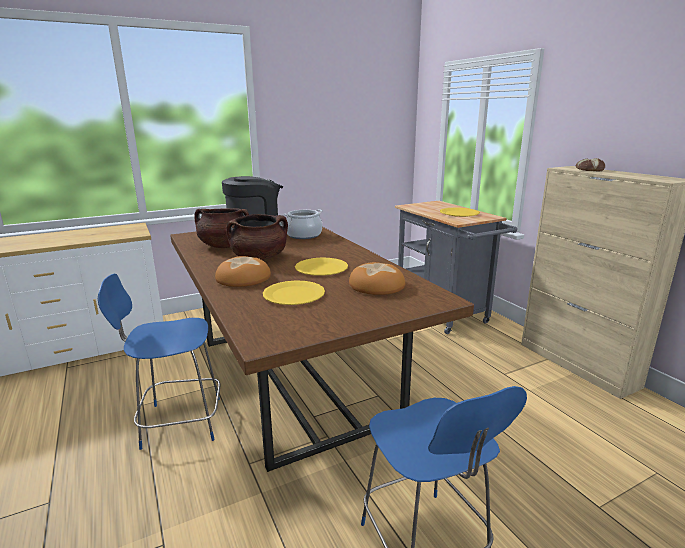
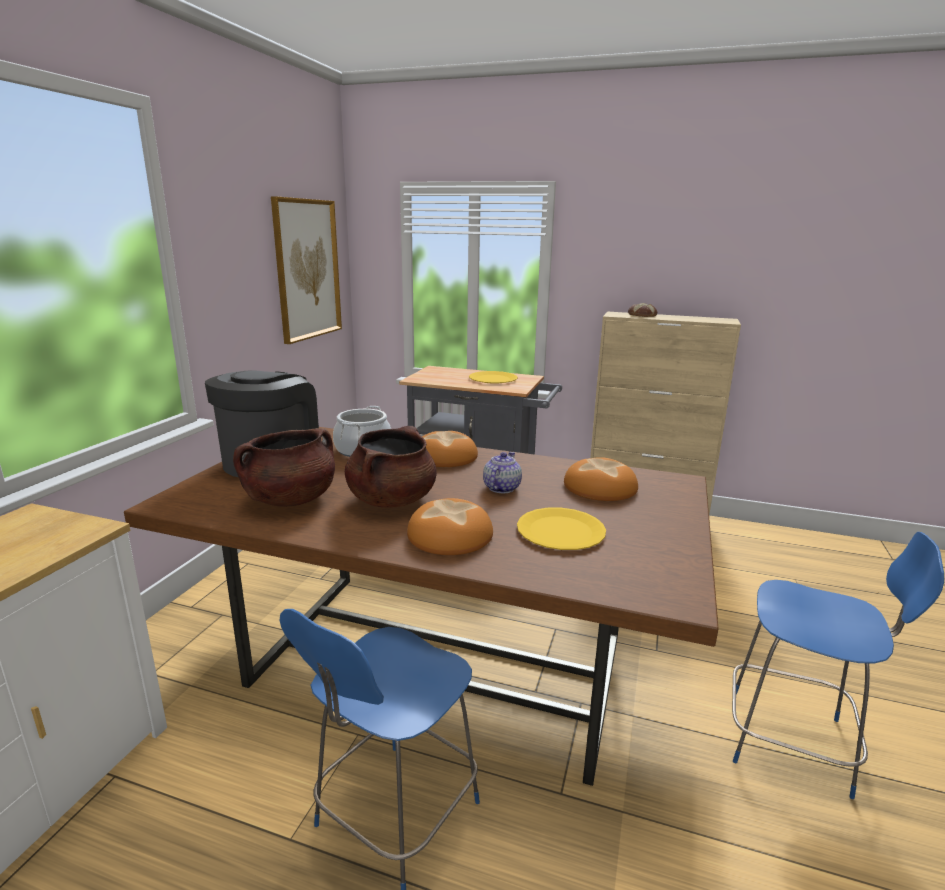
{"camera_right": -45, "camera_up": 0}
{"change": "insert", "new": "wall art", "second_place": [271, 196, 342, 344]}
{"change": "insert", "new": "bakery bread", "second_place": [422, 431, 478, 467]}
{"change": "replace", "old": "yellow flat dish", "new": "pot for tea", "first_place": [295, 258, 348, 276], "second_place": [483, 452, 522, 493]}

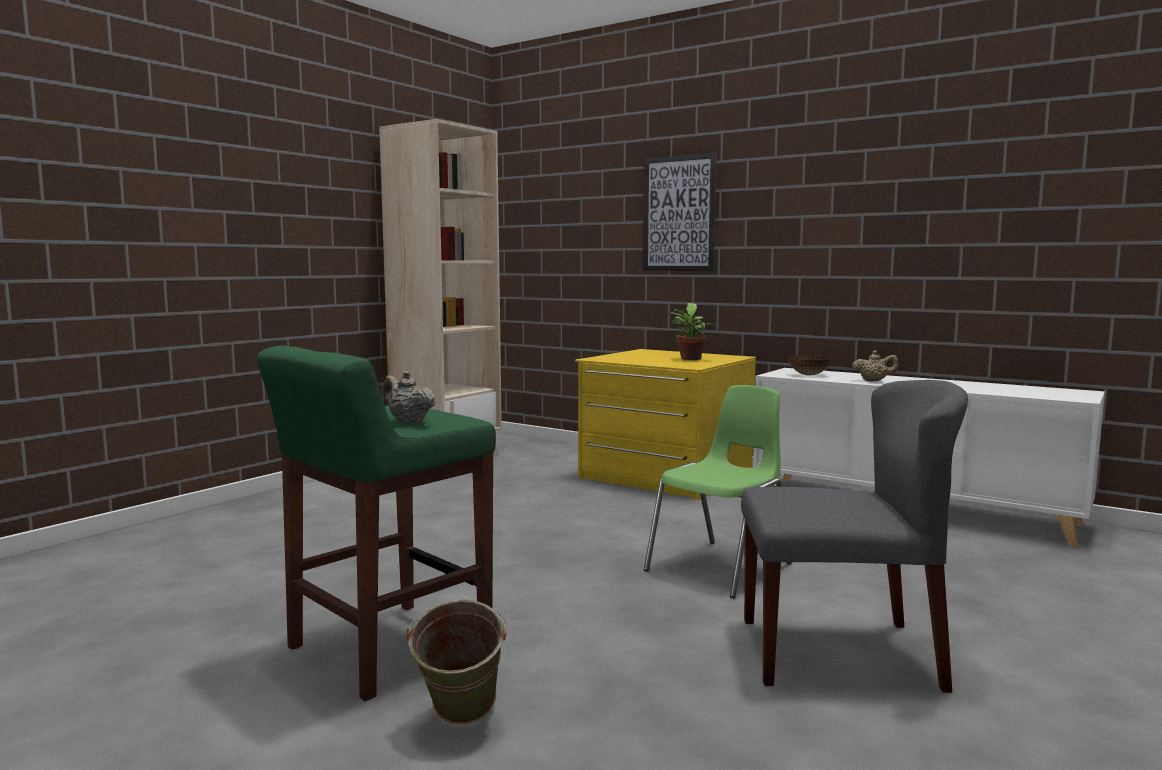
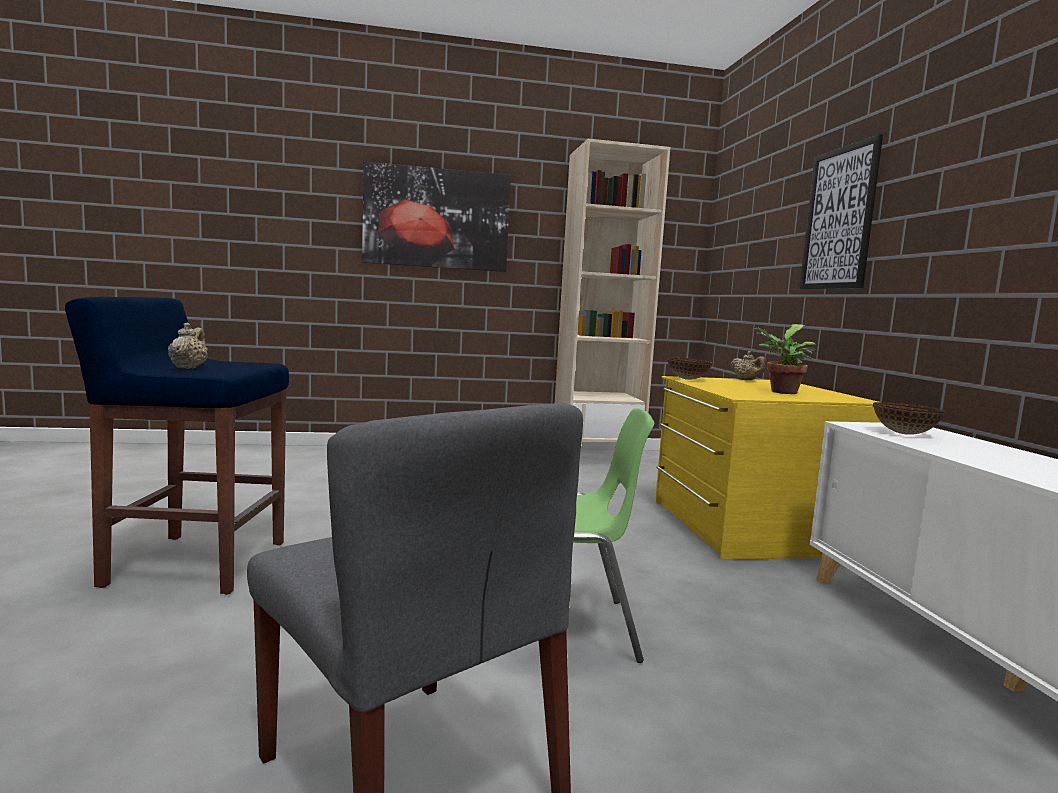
{"camera_right": 45, "camera_up": 0}
{"change": "recolor", "old": "greenish sitting stool", "new": "blue sitting stool", "first_place": [257, 346, 496, 701], "second_place": [65, 297, 289, 595]}
{"change": "insert", "new": "wall art", "second_place": [362, 162, 511, 272]}
{"change": "insert", "new": "bowl", "second_place": [668, 357, 712, 380]}
{"change": "move", "old": "sand-coloured pot for tea", "first_place": [852, 350, 899, 381], "second_place": [730, 351, 766, 380]}
{"change": "delete", "old": "greenish water bucket", "first_place": [406, 599, 508, 724]}

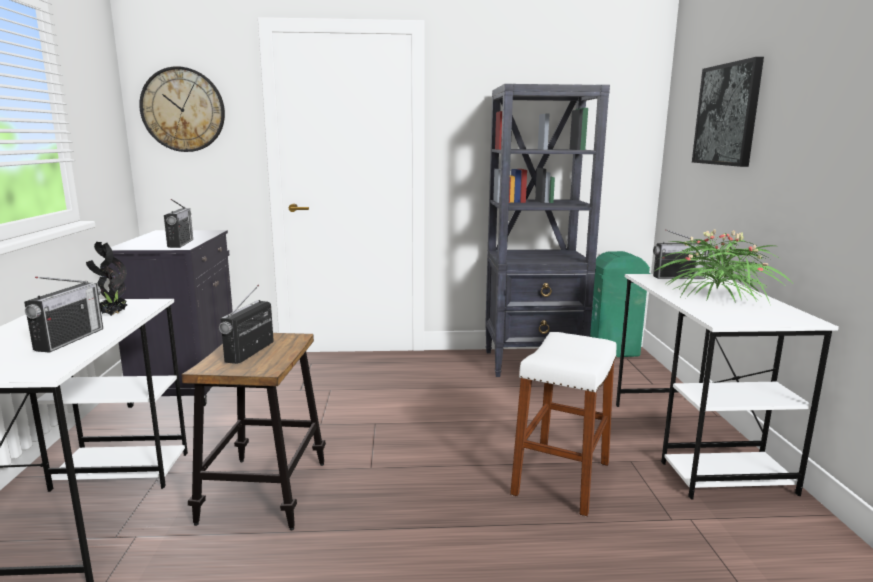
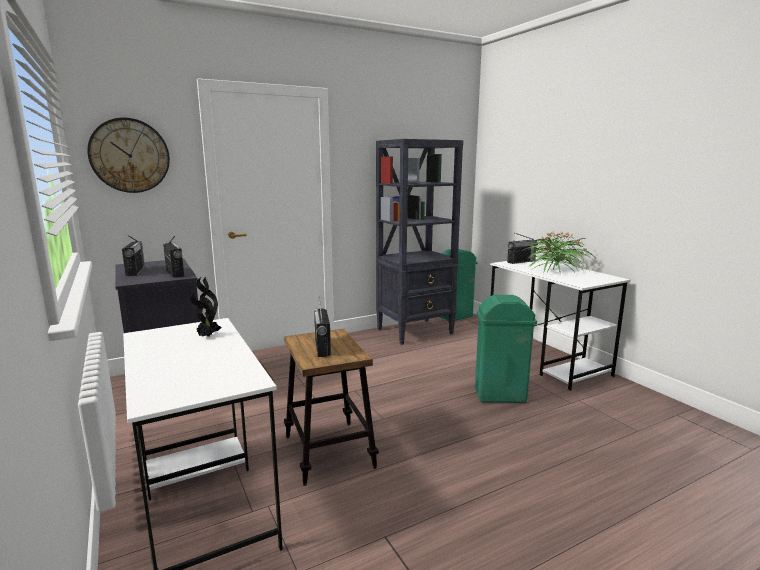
{"camera_right": -25, "camera_up": 0}
{"change": "move", "old": "radio", "first_place": [24, 277, 103, 353], "second_place": [122, 235, 145, 276]}
{"change": "replace", "old": "white sitting stool", "new": "greenish rubbish bin", "first_place": [510, 332, 617, 517], "second_place": [475, 295, 537, 403]}
{"change": "delete", "old": "wall art", "first_place": [692, 57, 764, 167]}

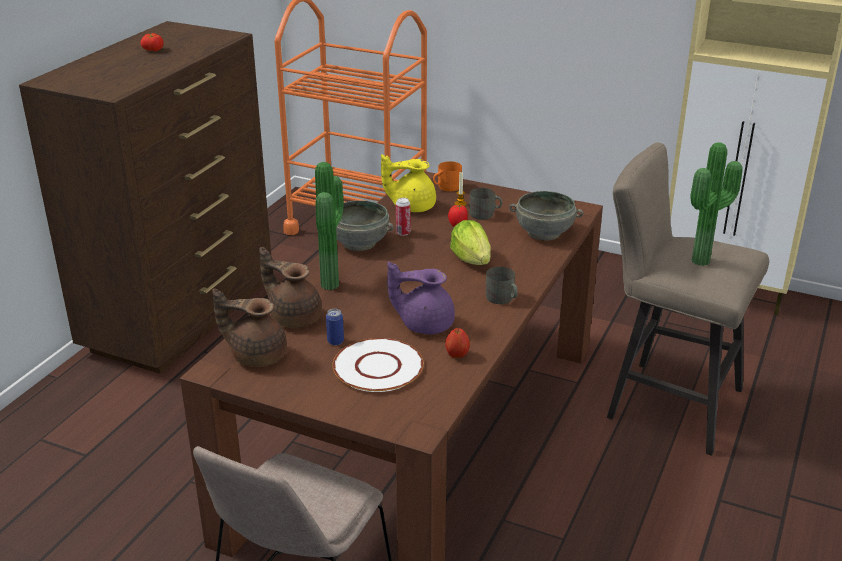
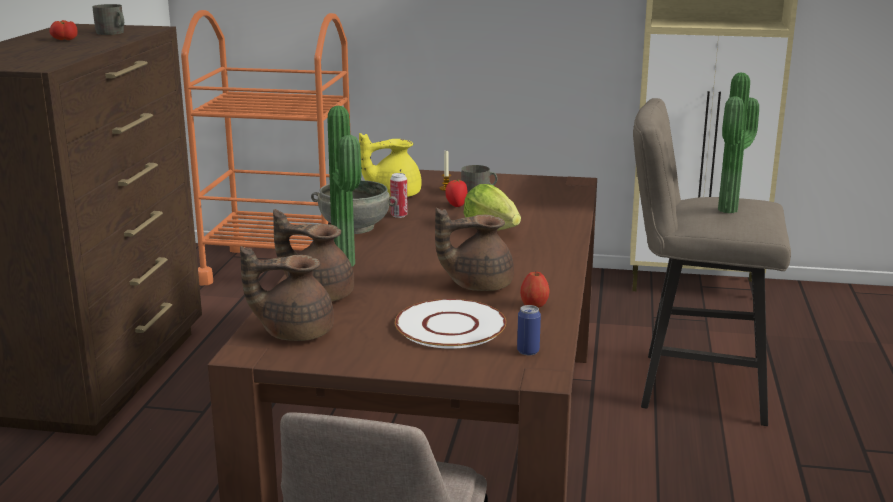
{"camera_right": -15, "camera_up": -10}
{"change": "move", "old": "greyish coffee mug", "first_place": [486, 267, 518, 304], "second_place": [92, 4, 124, 35]}
{"change": "recolor", "old": "purplish pot for tea", "new": "brownish pot for tea", "first_place": [387, 261, 455, 334], "second_place": [435, 208, 514, 291]}
{"change": "move", "old": "metal can", "first_place": [326, 309, 344, 345], "second_place": [517, 305, 541, 355]}
{"change": "delete", "old": "orangey coffee mug", "first_place": [433, 161, 462, 192]}
{"change": "delete", "old": "greyish bowl", "first_place": [509, 191, 583, 240]}

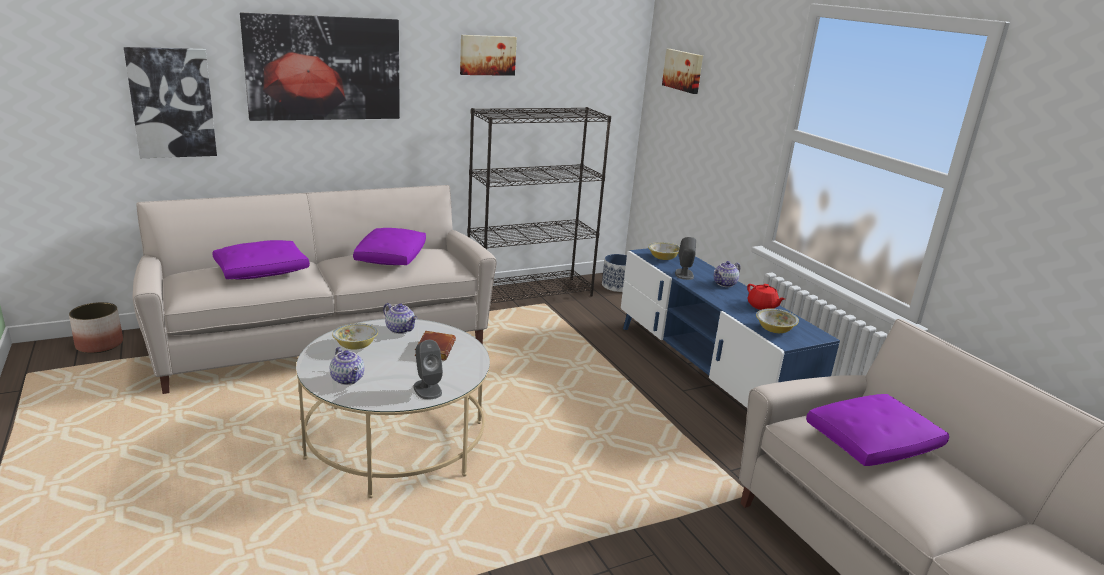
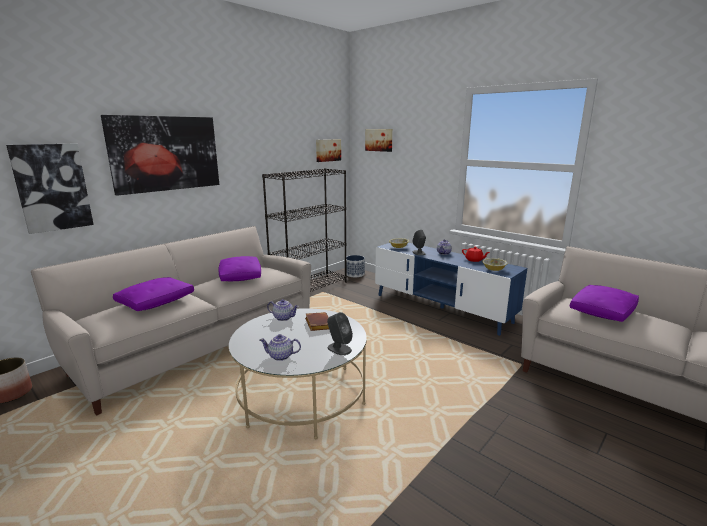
{"camera_right": -20, "camera_up": -5}
{"change": "rotate", "old": "pot for tea", "first_place": [330, 347, 364, 385], "second_place": [260, 334, 301, 361], "degrees": 150}
{"change": "move", "old": "wall art", "first_place": [460, 35, 517, 76], "second_place": [316, 139, 341, 162]}
{"change": "delete", "old": "bowl", "first_place": [332, 323, 378, 350]}

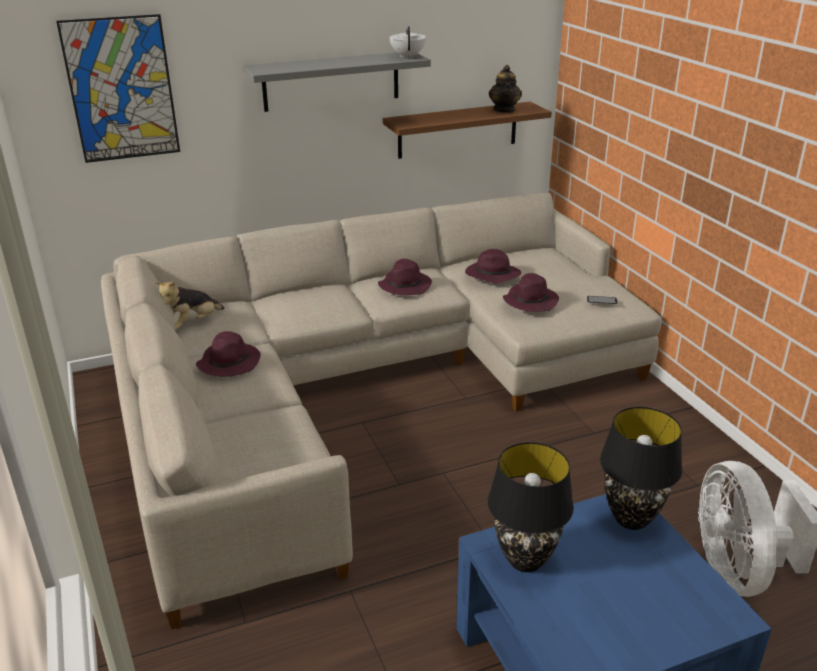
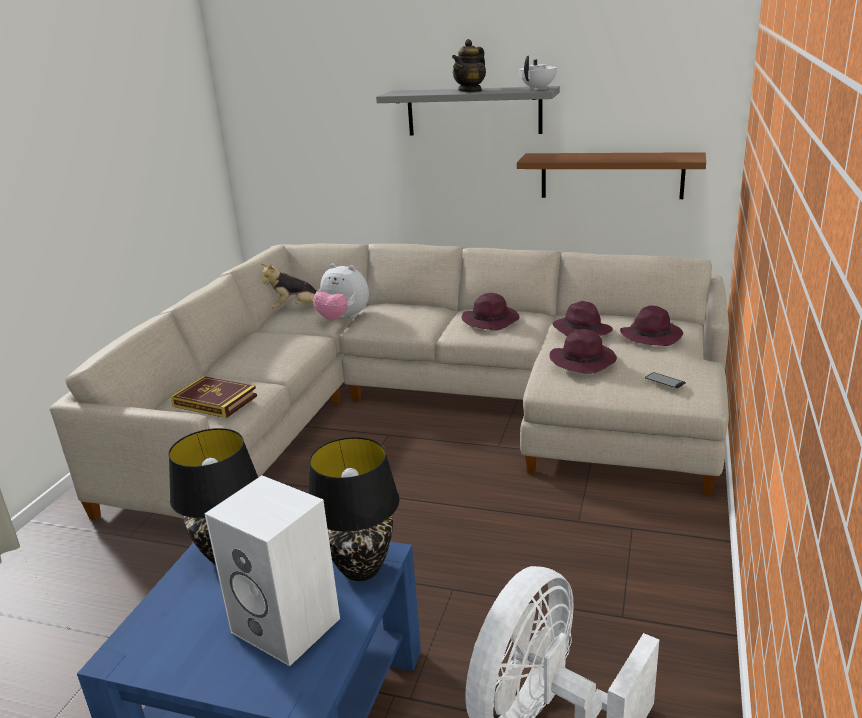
{"camera_right": 40, "camera_up": -5}
{"change": "insert", "new": "book", "second_place": [170, 376, 257, 418]}
{"change": "insert", "new": "white audio speaker", "second_place": [204, 475, 340, 666]}
{"change": "insert", "new": "plush toy", "second_place": [313, 264, 369, 320]}
{"change": "move", "old": "pot for tea", "first_place": [488, 65, 522, 113], "second_place": [452, 39, 486, 92]}
{"change": "move", "old": "purplish hat", "first_place": [196, 331, 261, 377], "second_place": [620, 306, 683, 346]}
{"change": "delete", "old": "wall art", "first_place": [56, 14, 180, 163]}

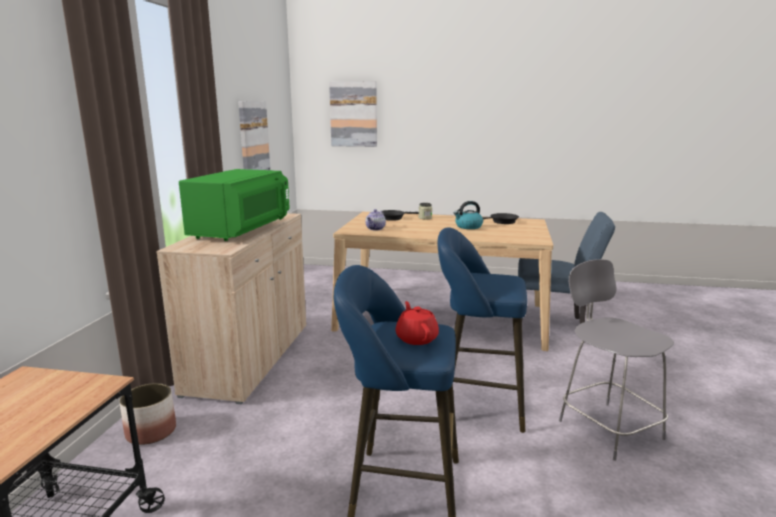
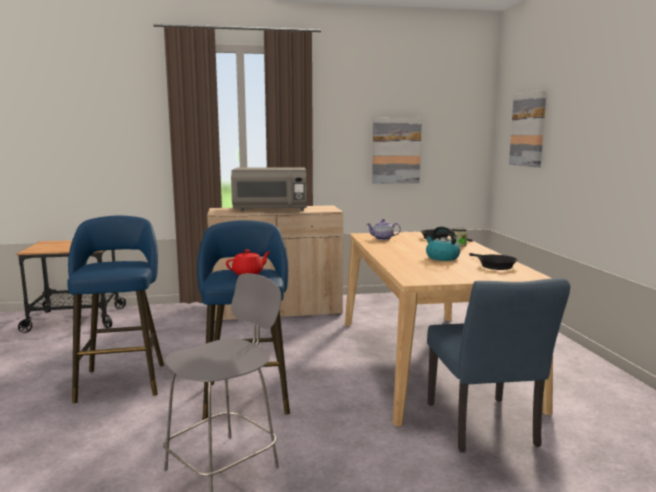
{"camera_right": 70, "camera_up": -5}
{"change": "move", "old": "reddish pot for tea", "first_place": [396, 301, 439, 345], "second_place": [226, 249, 270, 275]}
{"change": "recolor", "old": "greenish microwave oven", "new": "greyish microwave oven", "first_place": [179, 169, 289, 241], "second_place": [231, 167, 307, 211]}
{"change": "delete", "old": "plant pot", "first_place": [119, 383, 176, 445]}

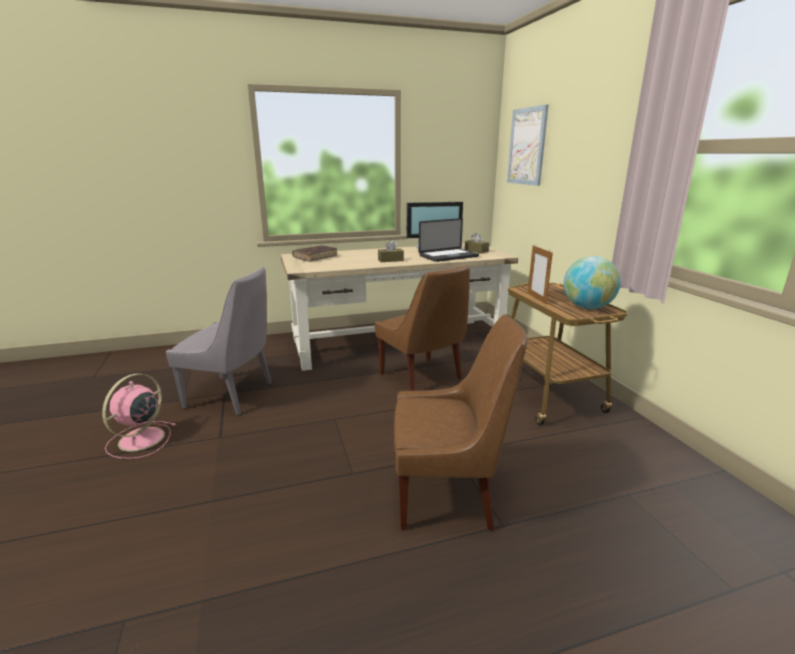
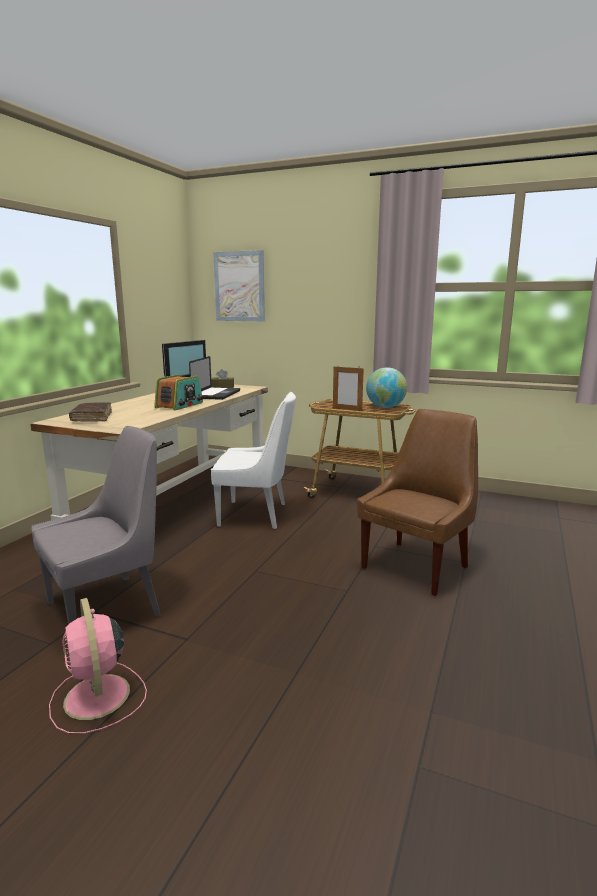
{"camera_right": -50, "camera_up": -5}
{"change": "replace", "old": "brownish tissue box", "new": "radio", "first_place": [378, 240, 404, 262], "second_place": [154, 374, 203, 410]}
{"change": "recolor", "old": "brownish plain chair", "new": "white plain chair", "first_place": [375, 265, 470, 391], "second_place": [211, 392, 296, 529]}

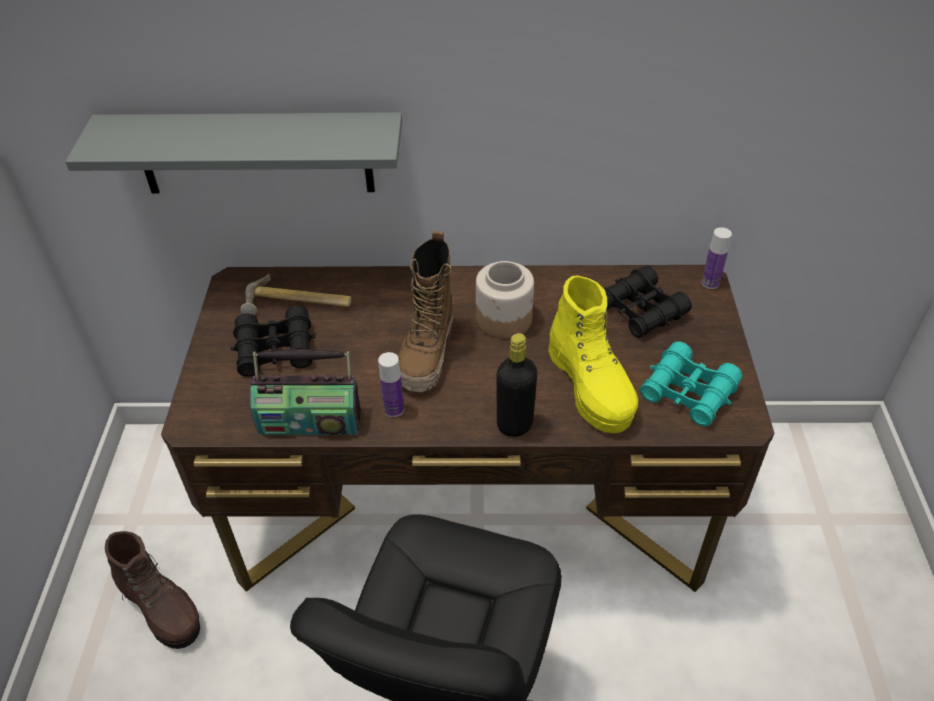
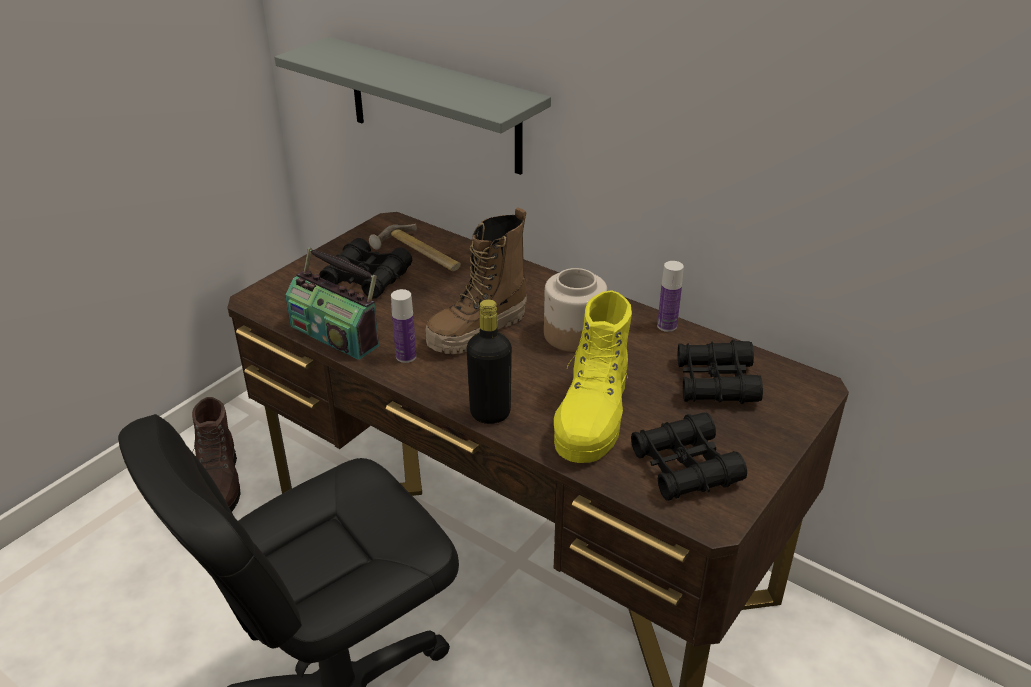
{"camera_right": 35, "camera_up": -10}
{"change": "recolor", "old": "turquoise-coloured pair of binoculars", "new": "black pair of binoculars", "first_place": [640, 341, 742, 426], "second_place": [631, 413, 747, 501]}
{"change": "move", "old": "beverage bottle", "first_place": [702, 227, 732, 289], "second_place": [657, 261, 684, 332]}

